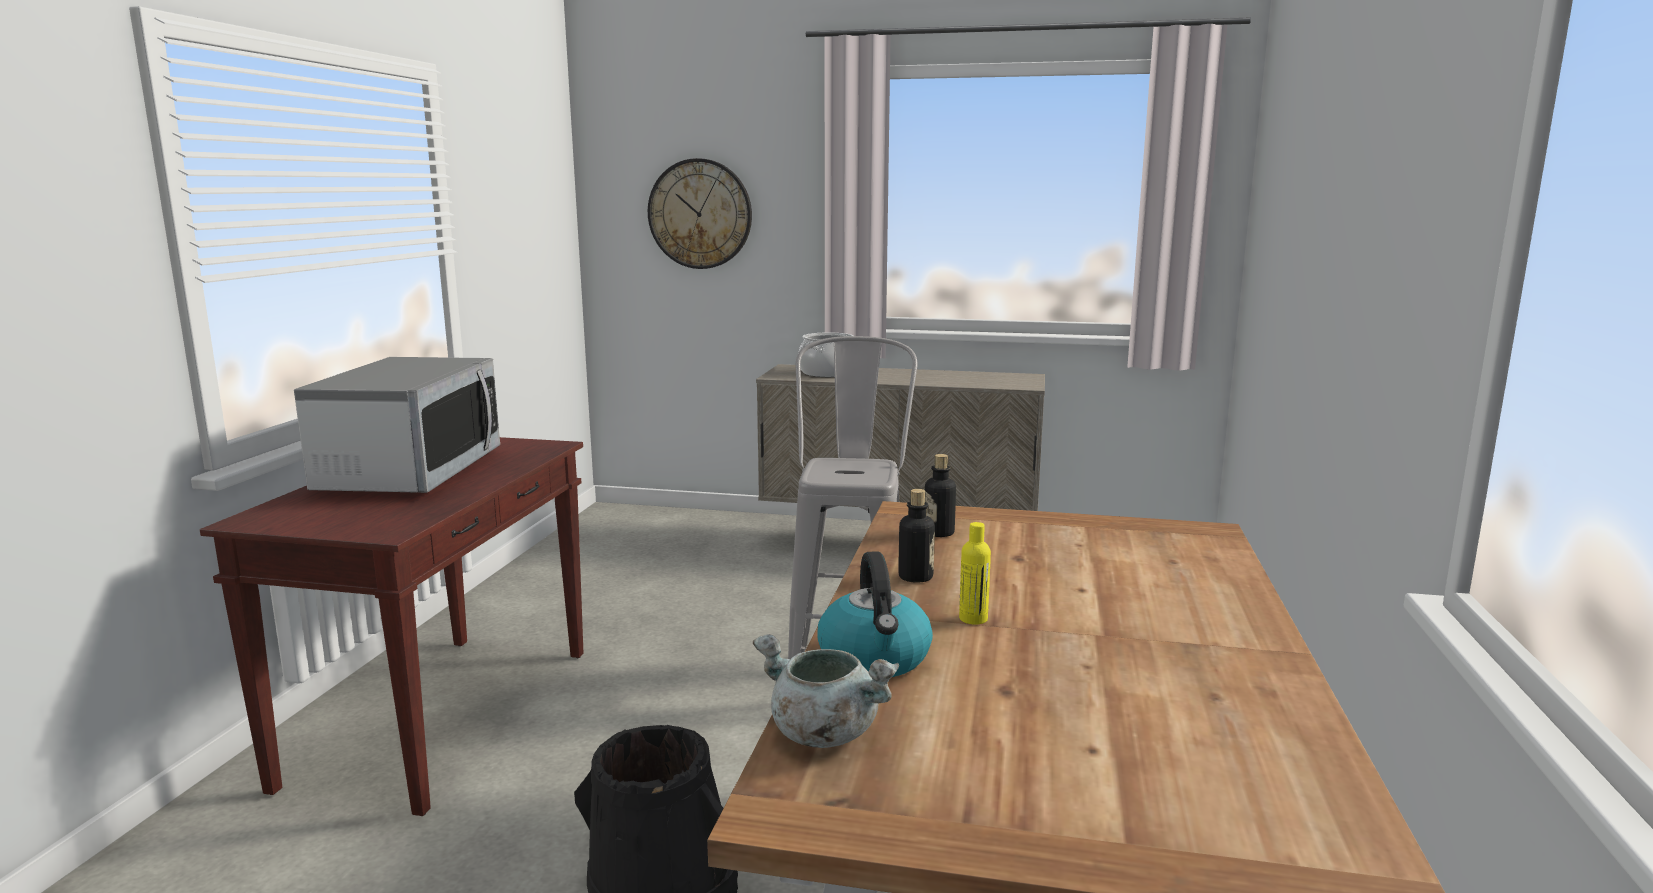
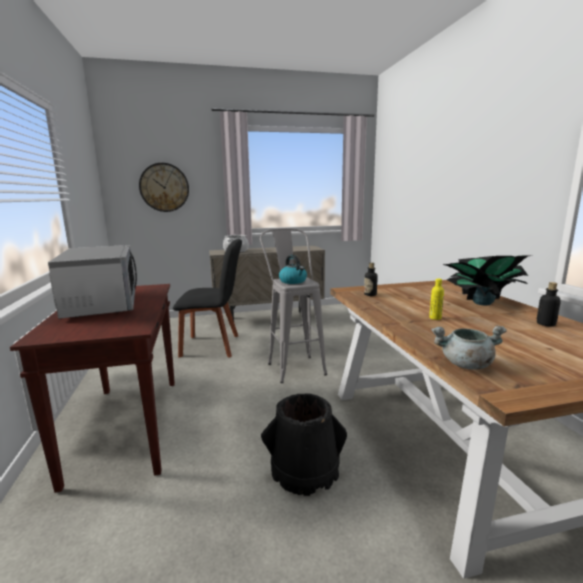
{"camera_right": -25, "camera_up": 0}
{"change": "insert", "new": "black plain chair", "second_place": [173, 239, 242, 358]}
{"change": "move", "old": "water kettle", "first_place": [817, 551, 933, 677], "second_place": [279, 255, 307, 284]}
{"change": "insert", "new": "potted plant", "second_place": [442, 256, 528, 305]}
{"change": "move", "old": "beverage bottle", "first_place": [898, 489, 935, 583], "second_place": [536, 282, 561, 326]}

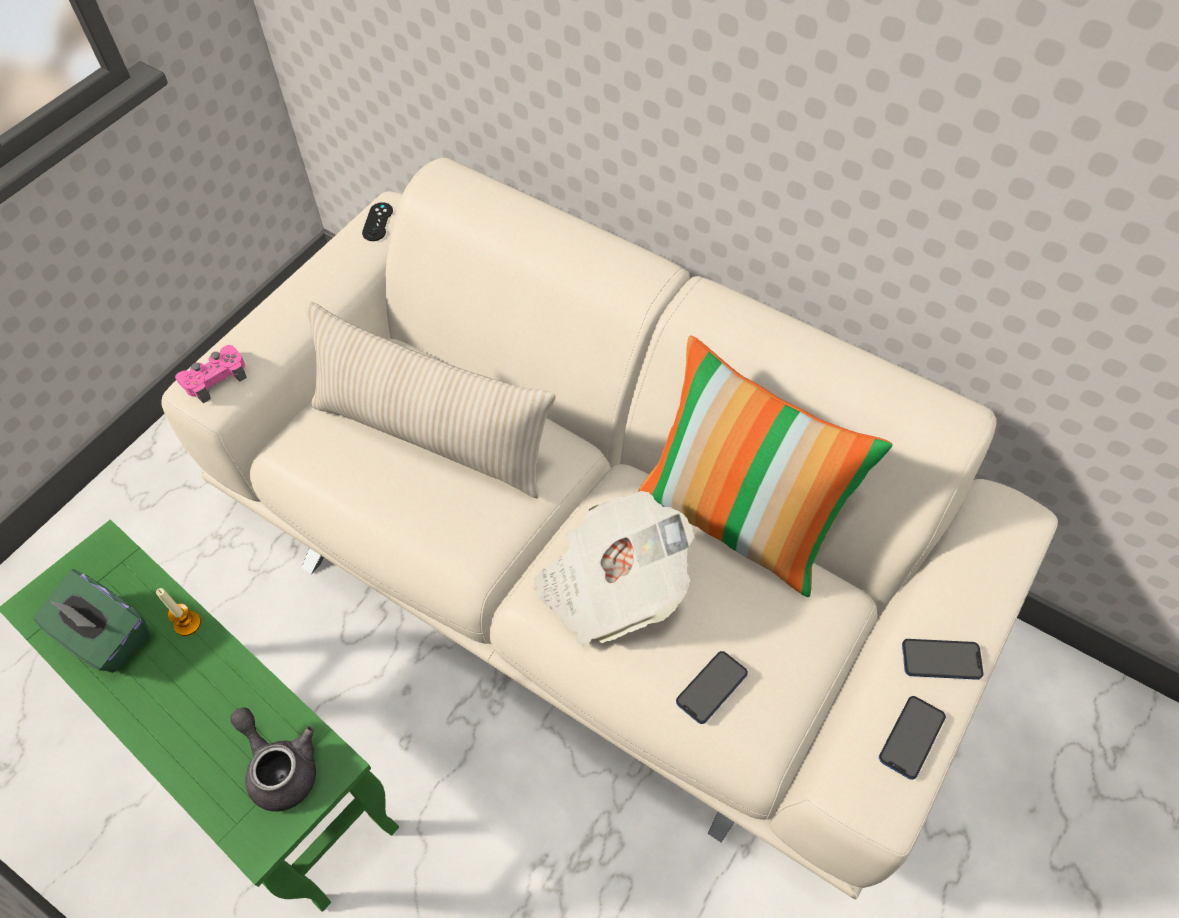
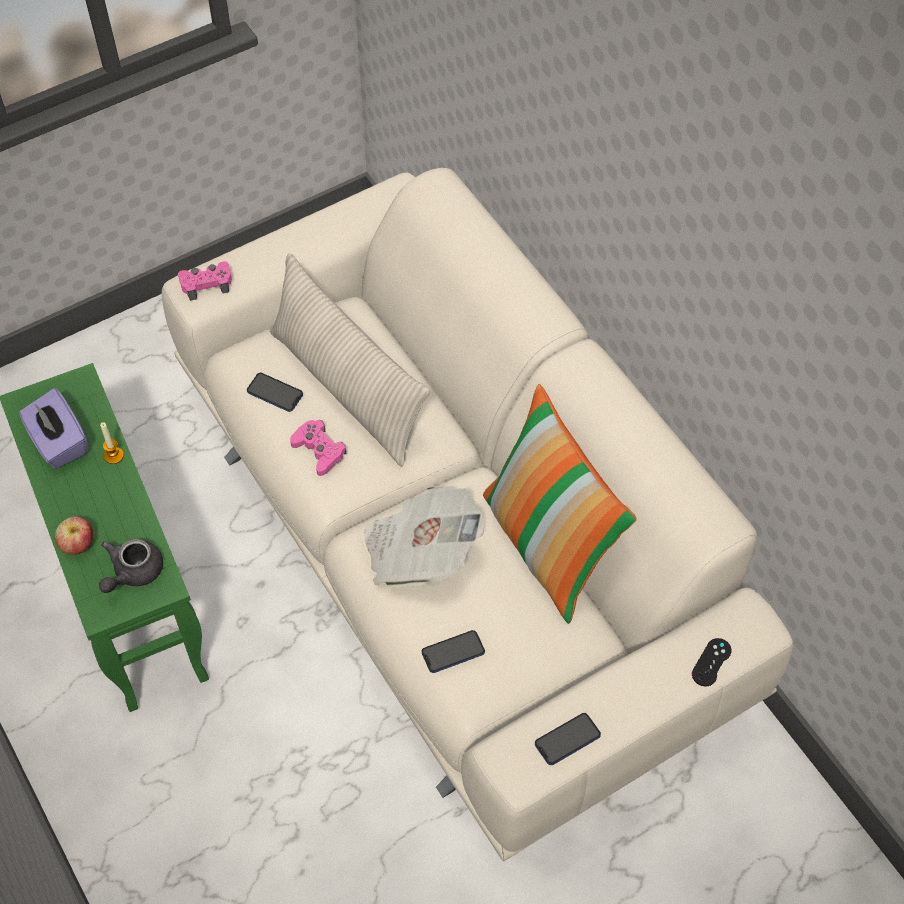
{"camera_right": 25, "camera_up": 0}
{"change": "recolor", "old": "greenish tissue box", "new": "purplish tissue box", "first_place": [34, 569, 150, 673], "second_place": [19, 388, 88, 469]}
{"change": "insert", "new": "apple", "second_place": [55, 517, 93, 555]}
{"change": "rotate", "old": "greyish pot for tea", "first_place": [230, 707, 316, 811], "second_place": [99, 539, 163, 593], "degrees": -135}
{"change": "move", "old": "telephone", "first_place": [902, 639, 984, 680], "second_place": [247, 372, 303, 412]}
{"change": "insert", "new": "pink gamepad", "second_place": [290, 420, 347, 476]}
{"change": "move", "old": "black gamepad", "first_place": [362, 202, 393, 241], "second_place": [692, 638, 732, 686]}

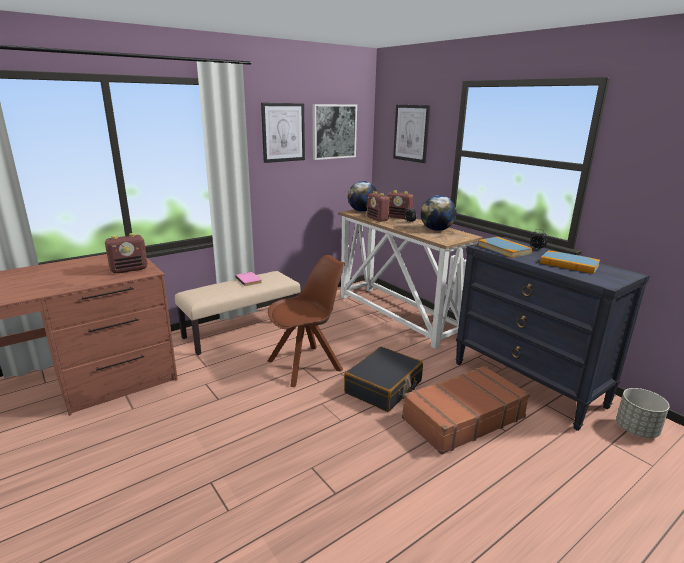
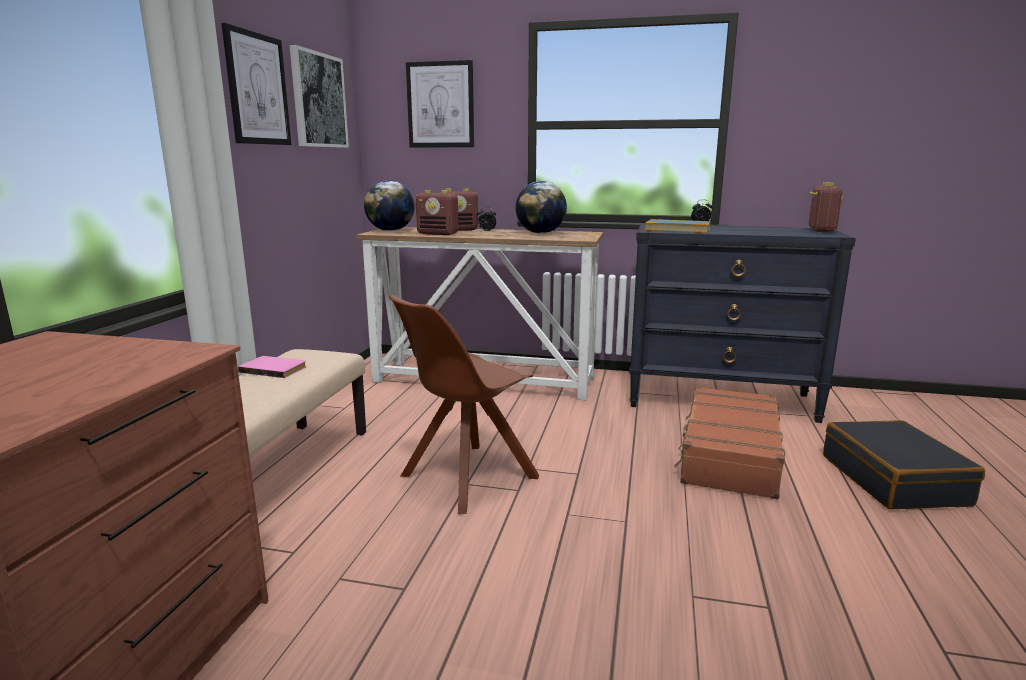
{"camera_right": -40, "camera_up": -5}
{"change": "rotate", "old": "brownish plain chair", "first_place": [267, 255, 345, 387], "second_place": [389, 295, 539, 514], "degrees": -150}
{"change": "move", "old": "radio", "first_place": [105, 233, 148, 274], "second_place": [809, 182, 843, 232]}
{"change": "move", "old": "black travel case", "first_place": [344, 347, 423, 412], "second_place": [823, 420, 985, 509]}
{"change": "delete", "old": "book", "first_place": [540, 250, 600, 274]}
{"change": "delete", "old": "greyish plant pot", "first_place": [616, 388, 670, 438]}

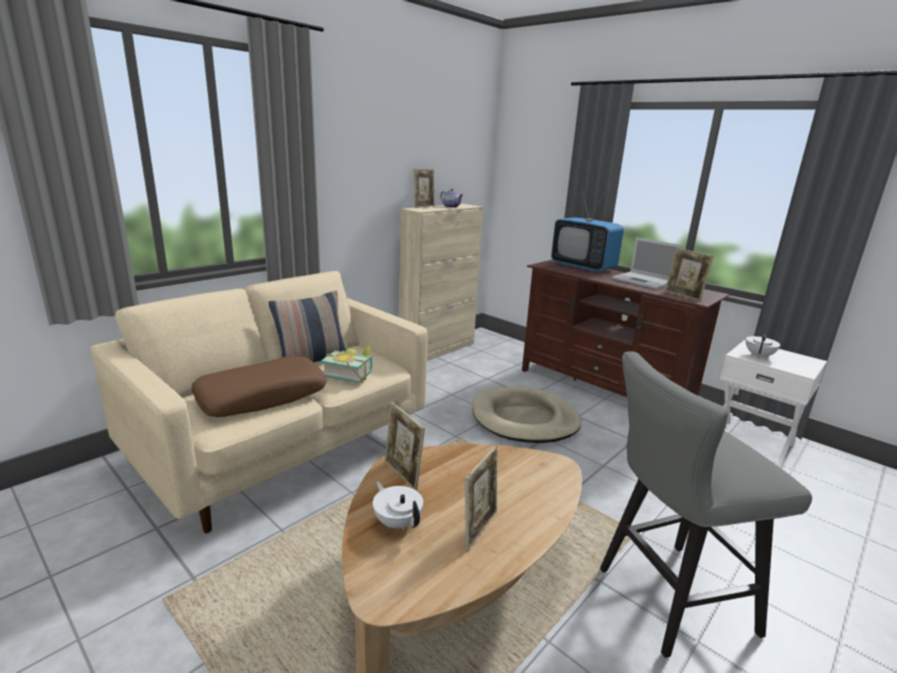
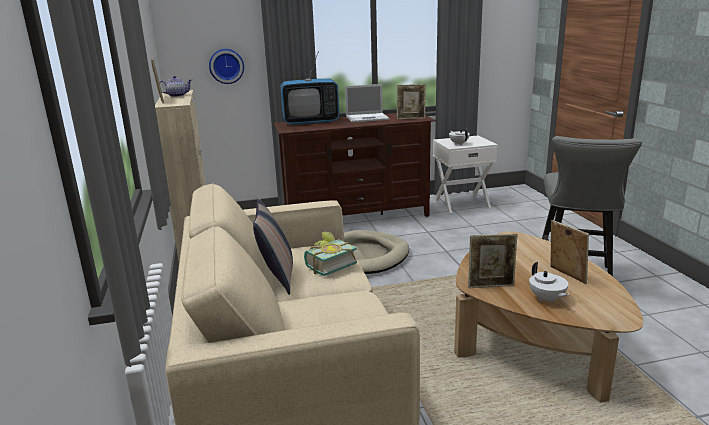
{"camera_right": -55, "camera_up": 0}
{"change": "insert", "new": "hanging clock", "second_place": [209, 49, 244, 84]}
{"change": "rotate", "old": "white pot for tea", "first_place": [373, 482, 423, 530], "second_place": [529, 262, 569, 304], "degrees": -105}
{"change": "delete", "old": "brownish cushion", "first_place": [191, 355, 326, 417]}

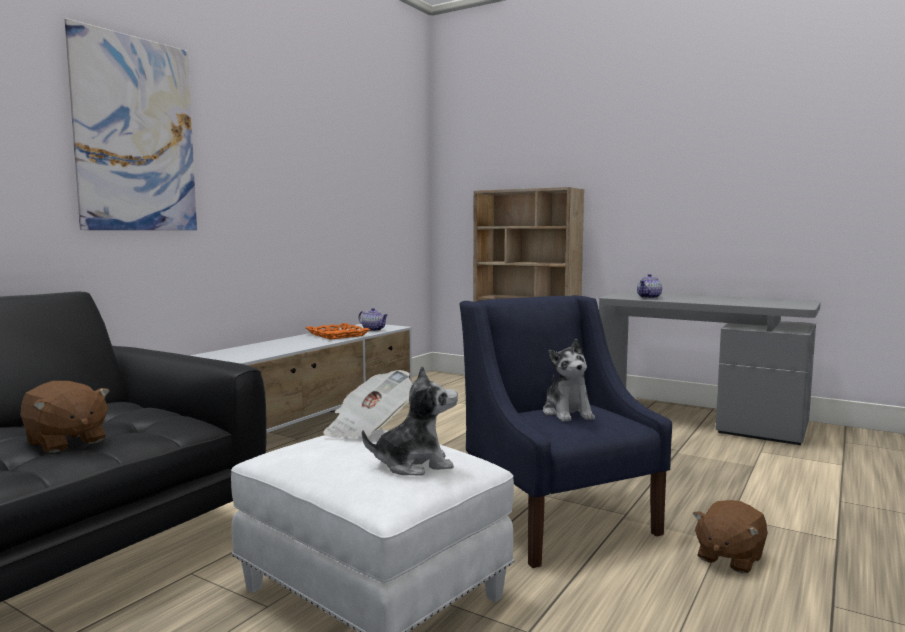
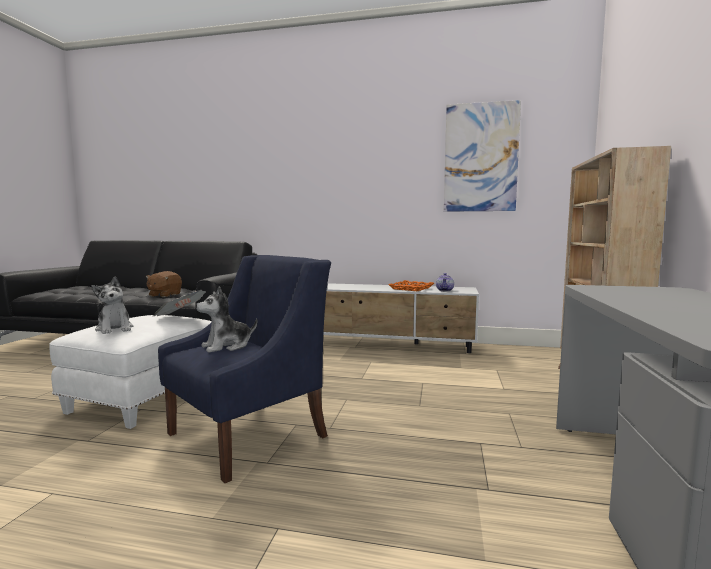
{"camera_right": 70, "camera_up": 0}
{"change": "move", "old": "wall art", "first_place": [65, 18, 197, 230], "second_place": [444, 100, 521, 212]}
{"change": "delete", "old": "pot for tea", "first_place": [637, 274, 662, 299]}
{"change": "delete", "old": "brownish plush toy", "first_place": [693, 500, 768, 573]}

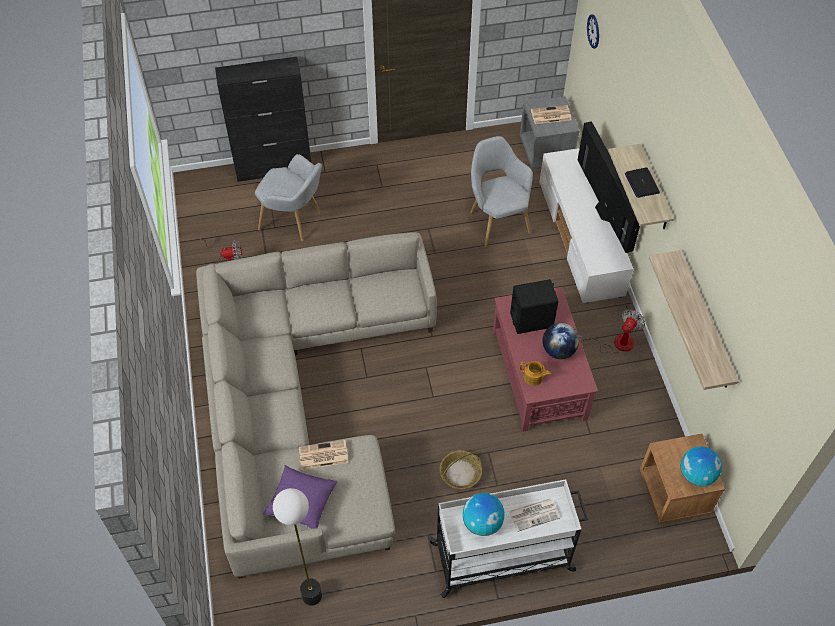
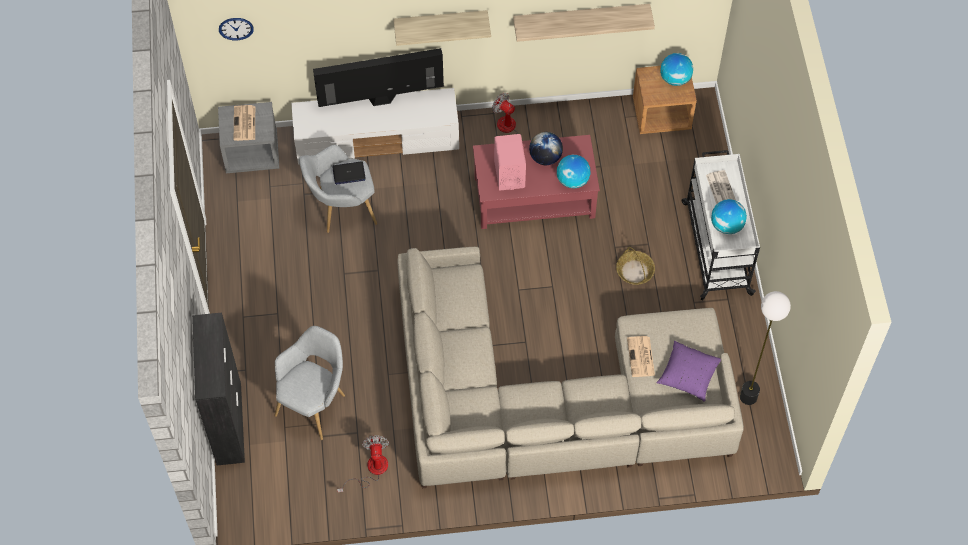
{"camera_right": -85, "camera_up": 5}
{"change": "move", "old": "notebook computer", "first_place": [625, 167, 660, 198], "second_place": [332, 161, 366, 185]}
{"change": "recolor", "old": "black audio speaker", "new": "pink audio speaker", "first_place": [510, 279, 558, 334], "second_place": [494, 134, 526, 190]}
{"change": "replace", "old": "pot for tea", "new": "world globe", "first_place": [520, 361, 551, 386], "second_place": [557, 155, 590, 188]}

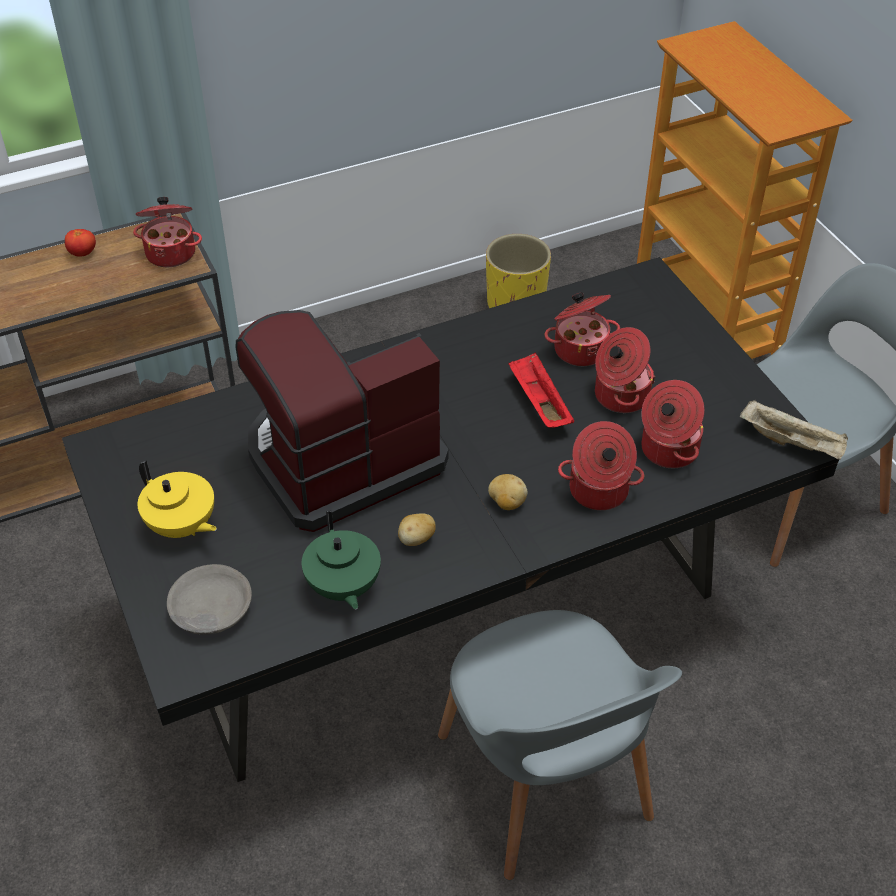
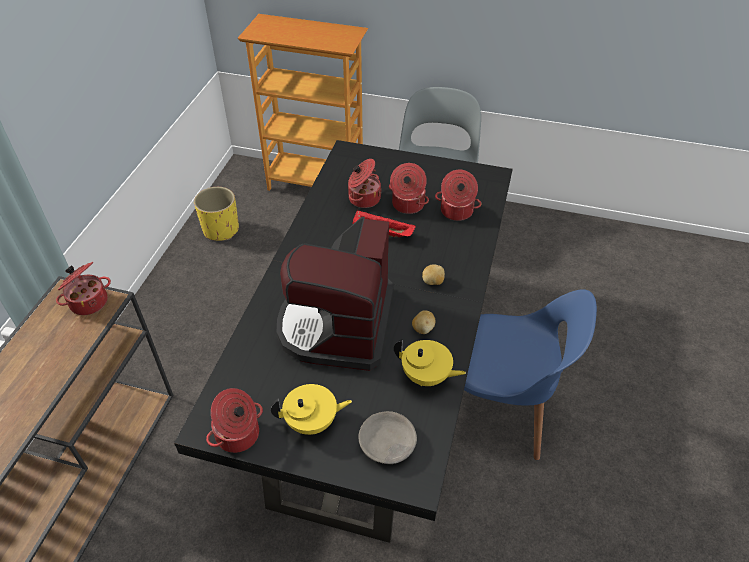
{"camera_right": -50, "camera_up": 0}
{"change": "move", "old": "saucepot", "first_place": [558, 421, 644, 510], "second_place": [206, 388, 263, 453]}
{"change": "recolor", "old": "greenish pot for tea", "new": "yellow pot for tea", "first_place": [302, 510, 381, 609], "second_place": [394, 339, 466, 386]}
{"change": "recolor", "old": "greyish plain chair", "new": "blue plain chair", "first_place": [438, 610, 682, 880], "second_place": [464, 289, 597, 460]}
{"change": "delete", "old": "tomato", "first_place": [65, 229, 96, 257]}
{"change": "delete", "old": "sand-coloured serving tray", "first_place": [740, 400, 848, 460]}

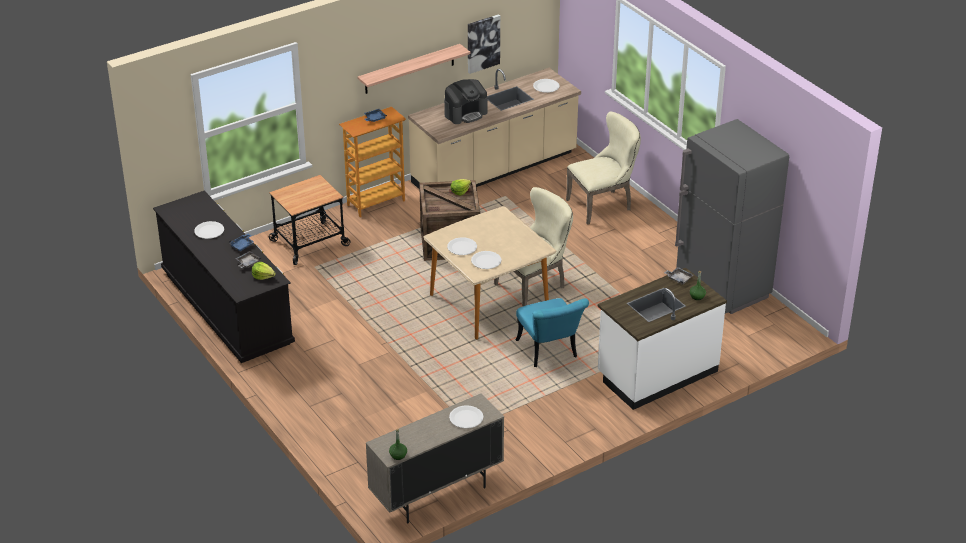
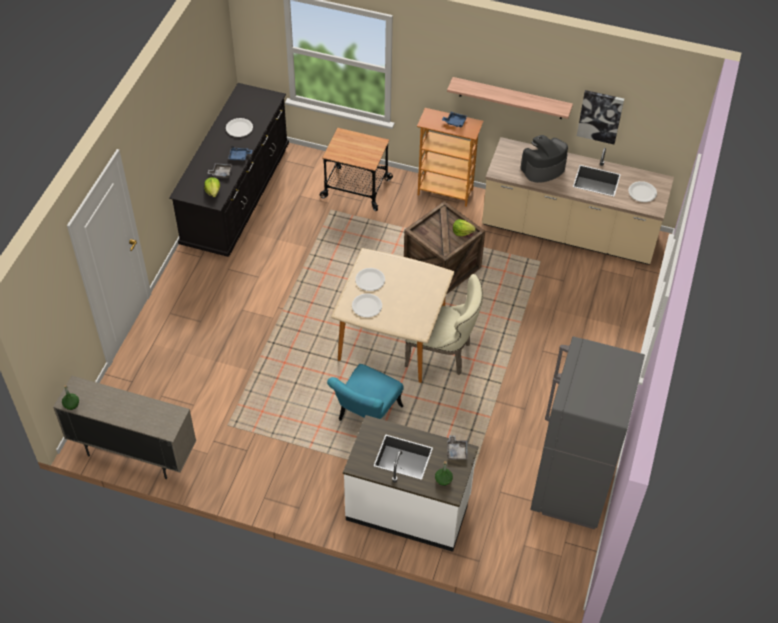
{"camera_right": 50, "camera_up": 15}
{"change": "rotate", "old": "coffee brewer", "first_place": [444, 79, 487, 124], "second_place": [520, 135, 568, 183], "degrees": 135}
{"change": "delete", "old": "white flat dish", "first_place": [449, 405, 483, 428]}
{"change": "delete", "old": "sand-coloured plain chair", "first_place": [566, 112, 641, 225]}

